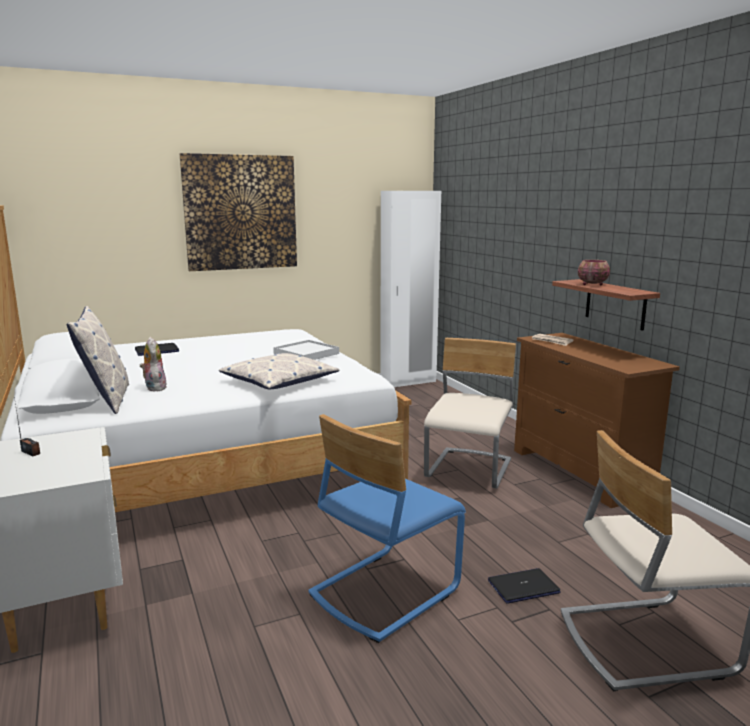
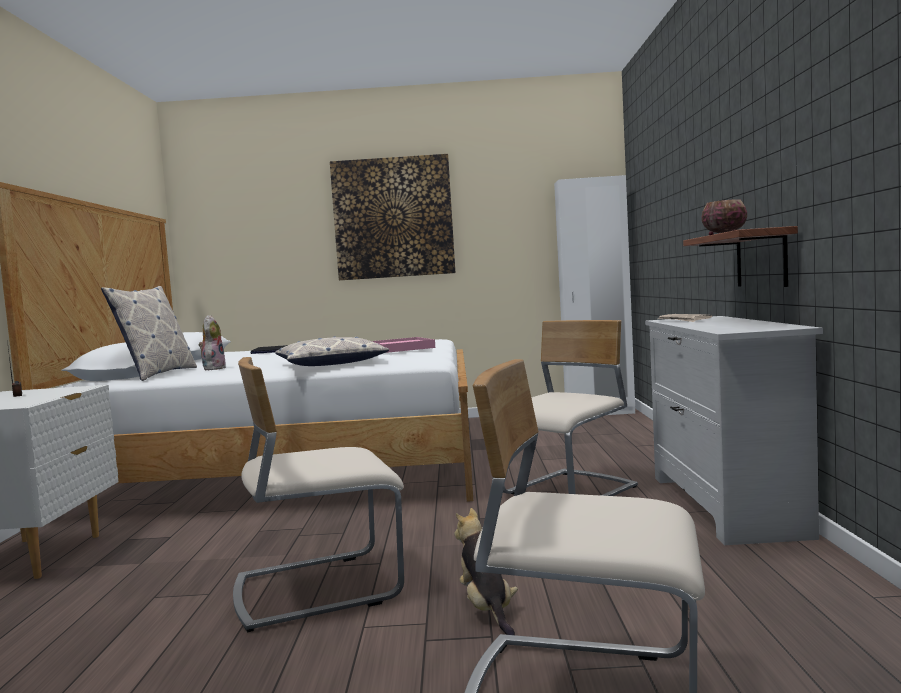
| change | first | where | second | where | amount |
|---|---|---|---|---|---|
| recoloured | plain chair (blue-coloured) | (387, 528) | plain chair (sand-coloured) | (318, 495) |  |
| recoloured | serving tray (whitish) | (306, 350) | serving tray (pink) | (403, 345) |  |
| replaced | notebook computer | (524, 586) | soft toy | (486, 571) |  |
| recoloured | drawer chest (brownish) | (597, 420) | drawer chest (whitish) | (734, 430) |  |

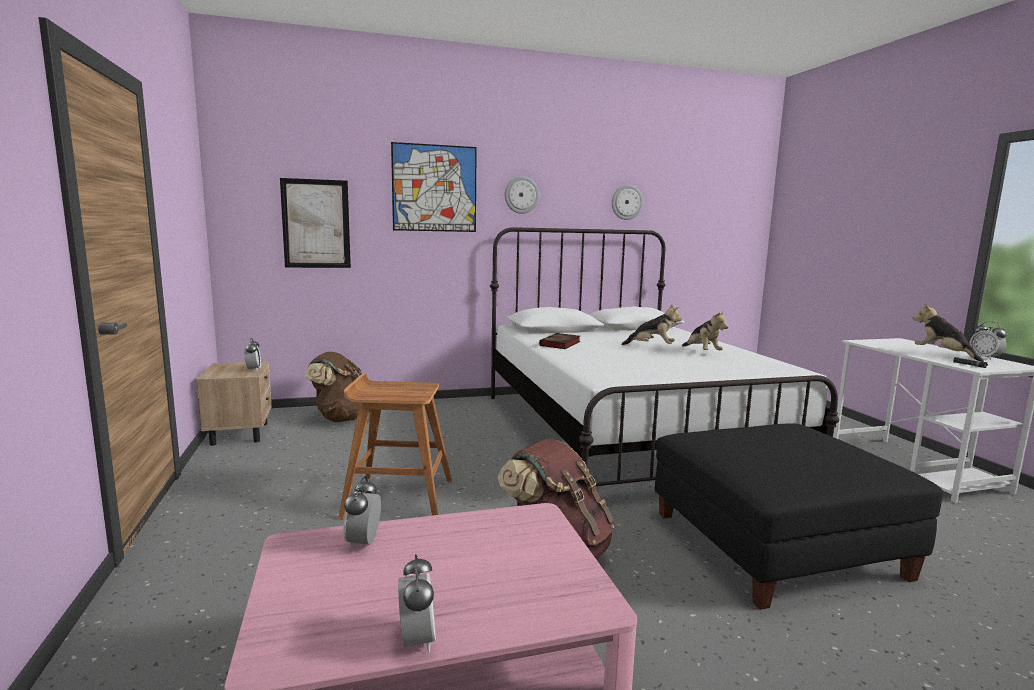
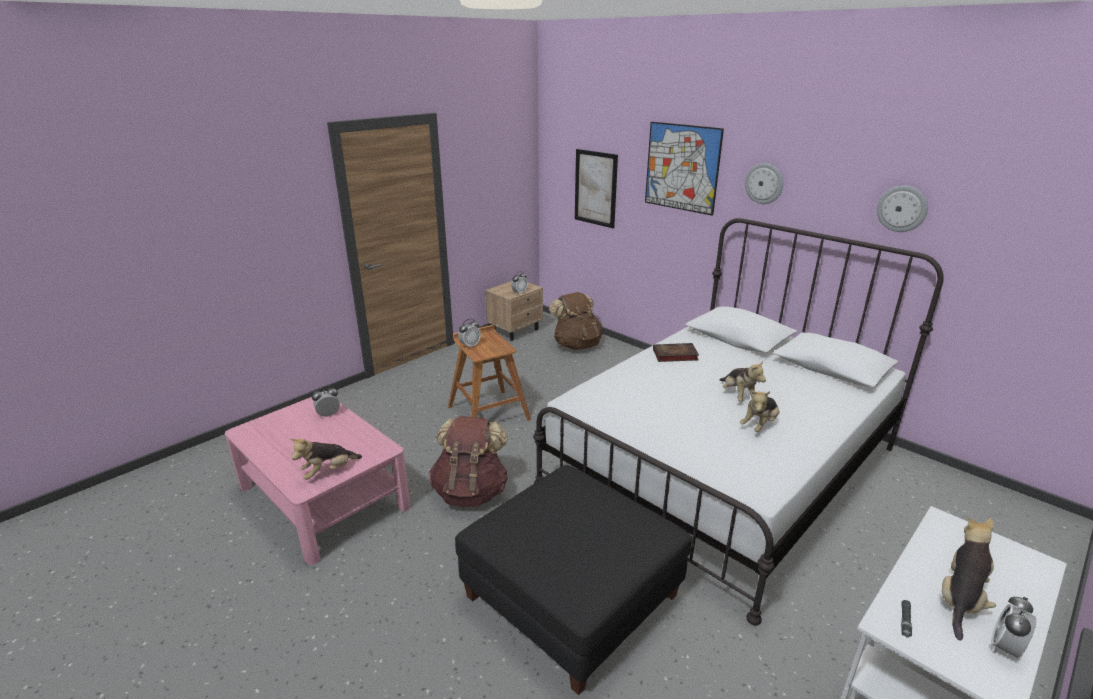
| change | first | where | second | where | amount |
|---|---|---|---|---|---|
| added |  |  | soft toy | (326, 459) |  |
| moved | bedside clock | (417, 603) |  | (469, 333) |  |

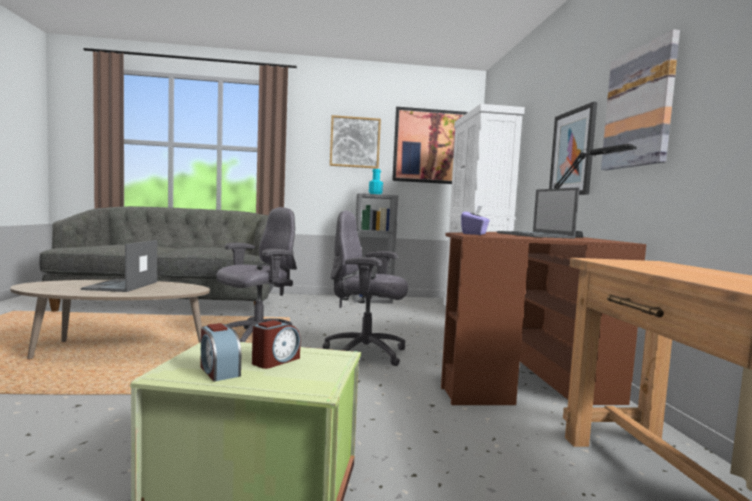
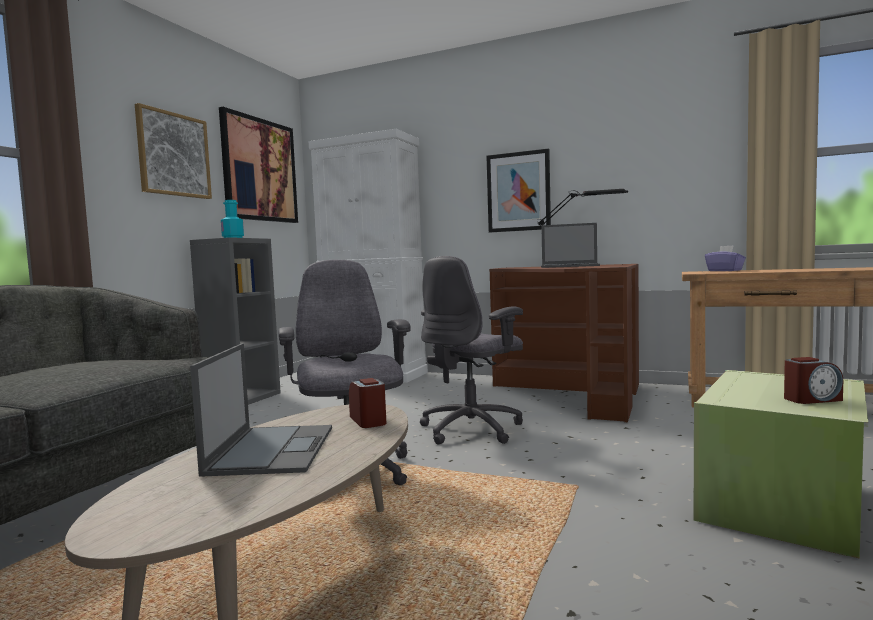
| change | first | where | second | where | amount |
|---|---|---|---|---|---|
| turned | notebook computer | (119, 266) |  | (261, 410) | 120 degrees counterclockwise |
| moved | bedside clock | (276, 344) |  | (367, 403) |  |
| moved | tissue box (purple) | (475, 220) |  | (725, 258) |  |
| removed | picture | (640, 99) |  |  |  |

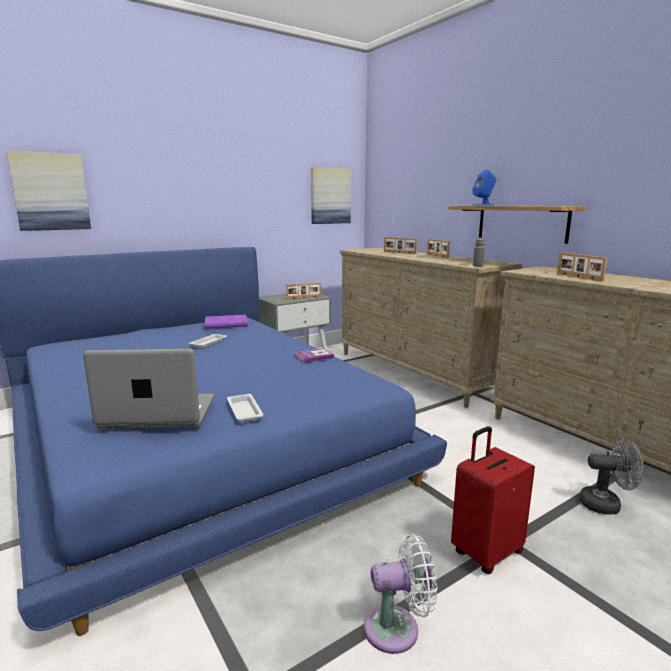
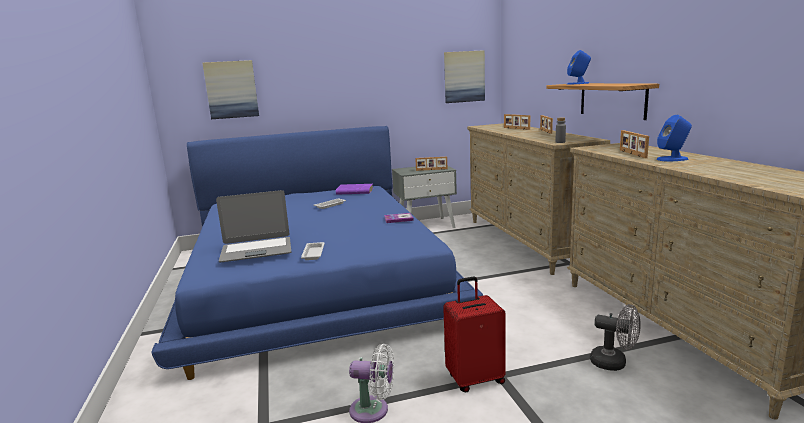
| change | first | where | second | where | amount |
|---|---|---|---|---|---|
| turned | notebook computer | (148, 389) |  | (253, 226) | 150 degrees clockwise |
| added |  |  | speaker (blue-coloured) | (674, 138) |  |

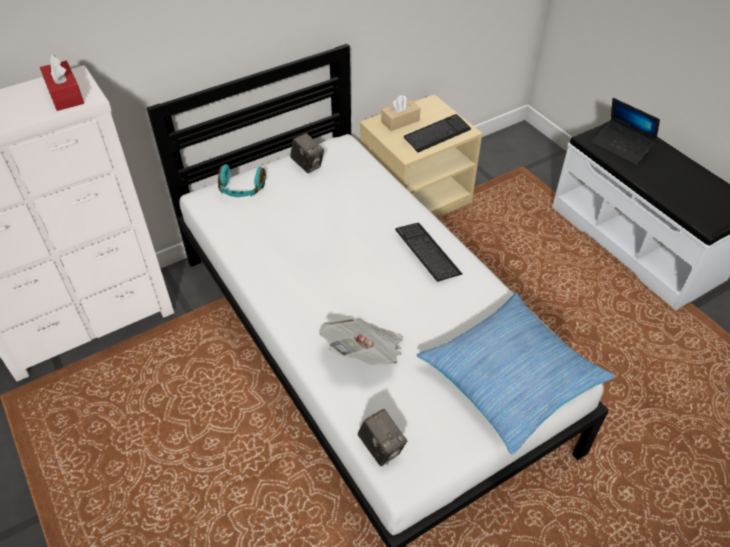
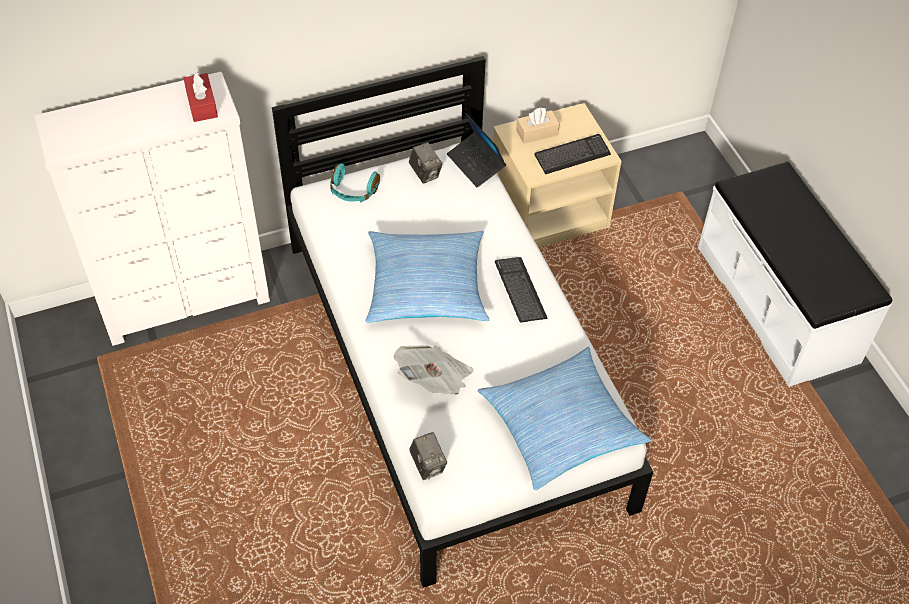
| change | first | where | second | where | amount |
|---|---|---|---|---|---|
| added |  |  | pillow | (427, 277) |  |
| moved | notebook computer | (625, 131) |  | (476, 150) |  |

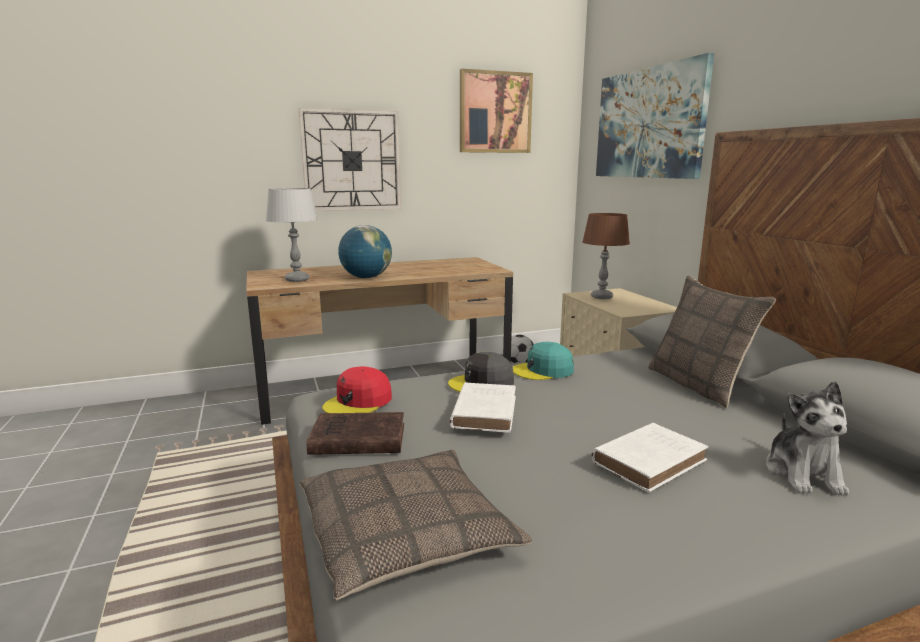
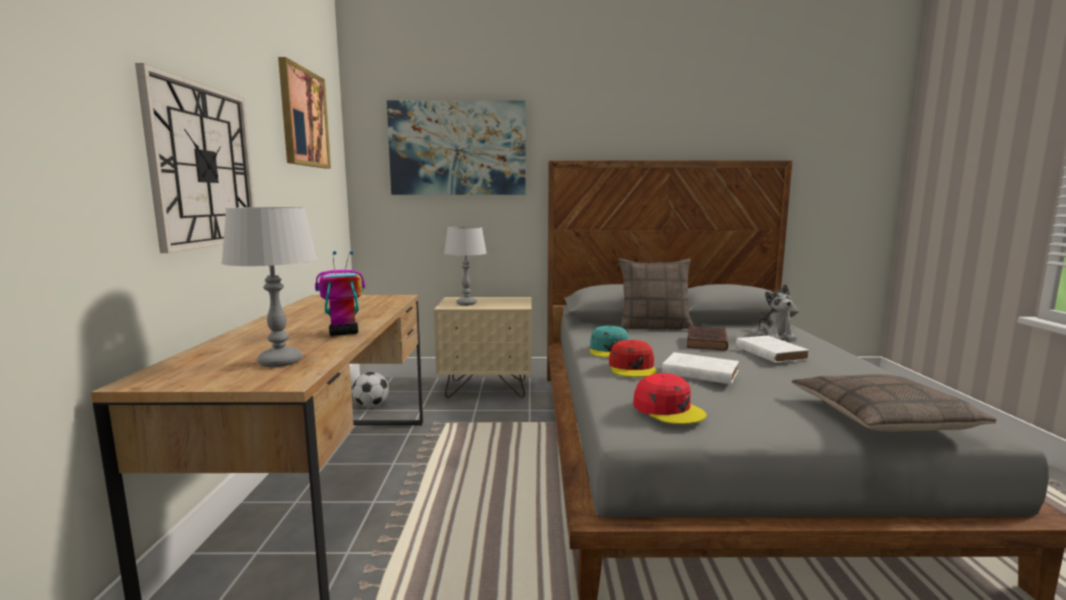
| change | first | where | second | where | amount |
|---|---|---|---|---|---|
| replaced | world globe | (365, 251) | model robot | (340, 293) |  |
| recoloured | lamp for a table (brownish) | (606, 256) | lamp for a table (grey) | (465, 266) |  |
| recoloured | baseball cap (grey) | (481, 372) | baseball cap (red-coloured) | (633, 358) |  |
| moved | volume (brownish) | (355, 433) |  | (707, 338) |  |
| turned | soft toy | (807, 438) |  | (777, 312) | 60 degrees clockwise |

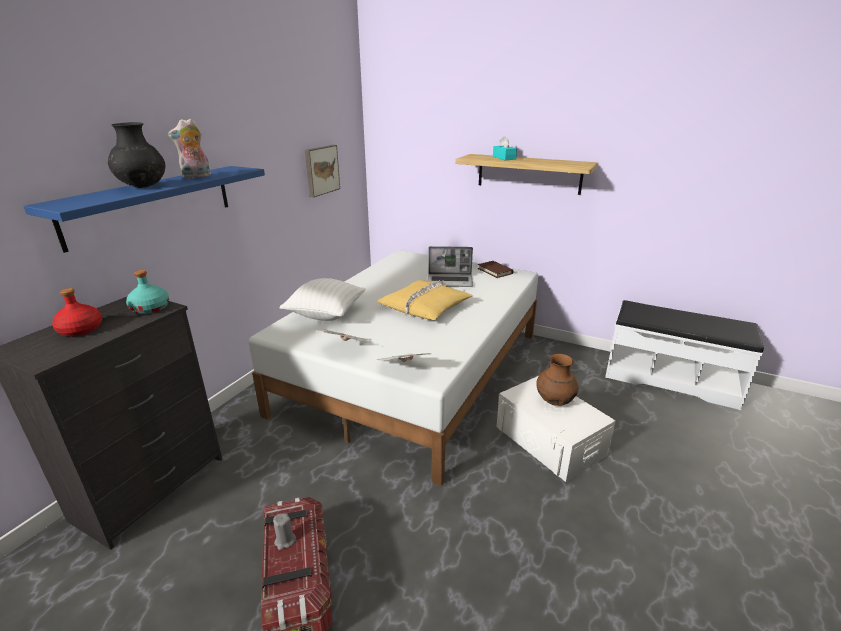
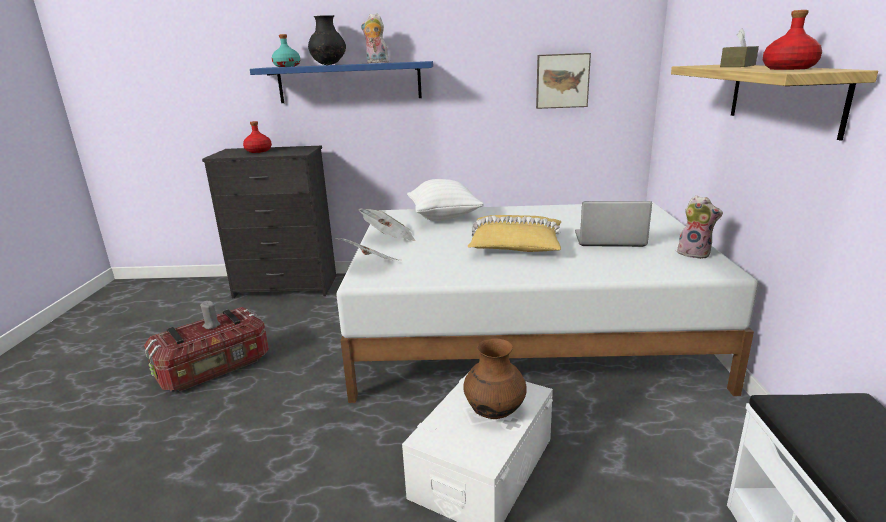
| change | first | where | second | where | amount |
|---|---|---|---|---|---|
| moved | beverage bottle (blue-green) | (147, 292) |  | (286, 50) |  |
| turned | notebook computer | (450, 266) |  | (613, 224) | 120 degrees clockwise |
| replaced | volume (brownish) | (495, 269) | soft toy | (700, 227) |  |
| recoloured | tissue box (blue-green) | (505, 148) | tissue box (brownish) | (739, 47) |  |
| added |  |  | beverage bottle (red-coloured) | (792, 40) |  |

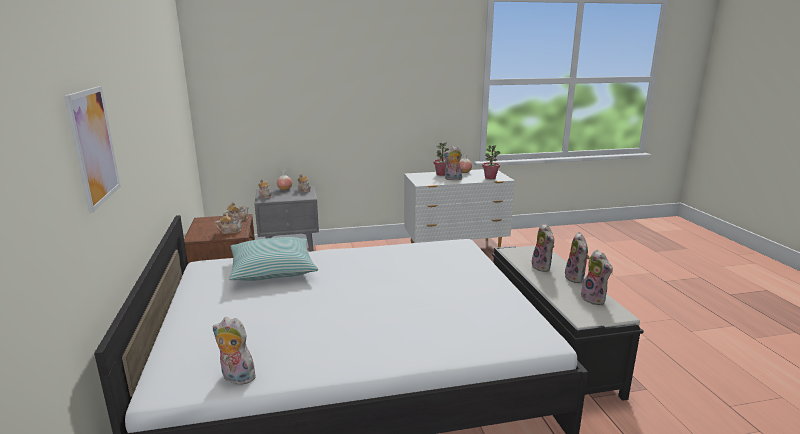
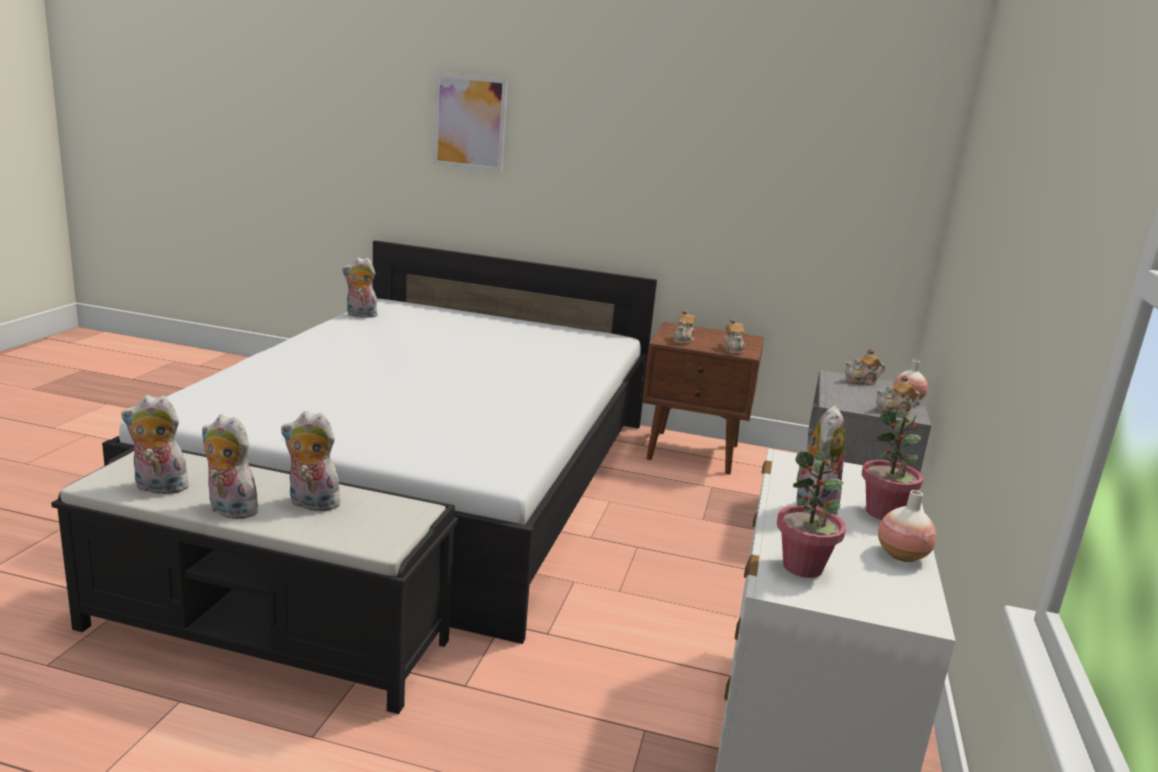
| change | first | where | second | where | amount |
|---|---|---|---|---|---|
| turned | soft toy | (234, 351) |  | (360, 287) | 135 degrees counterclockwise |
| removed | pillow | (273, 259) |  |  |  |

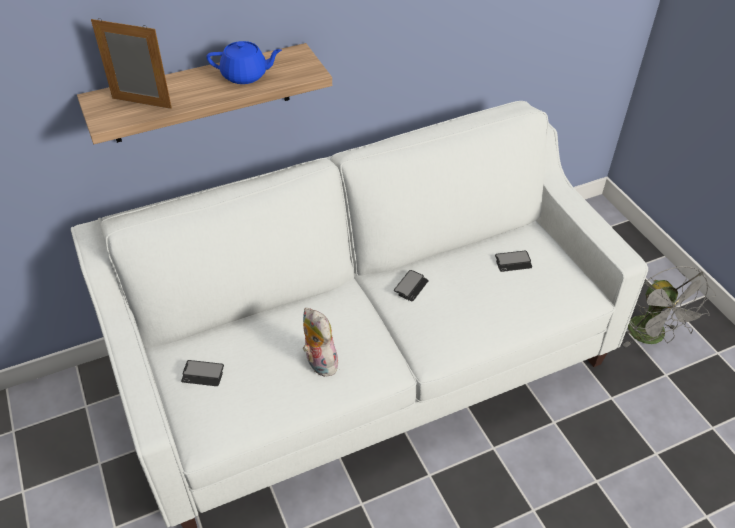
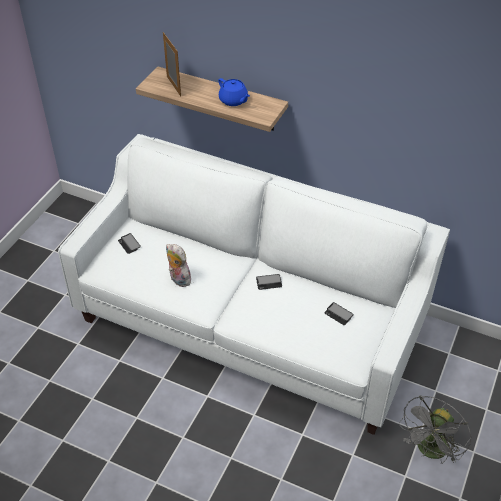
| change | first | where | second | where | amount |
|---|---|---|---|---|---|
| turned | soft toy | (320, 342) |  | (178, 265) | 60 degrees counterclockwise |

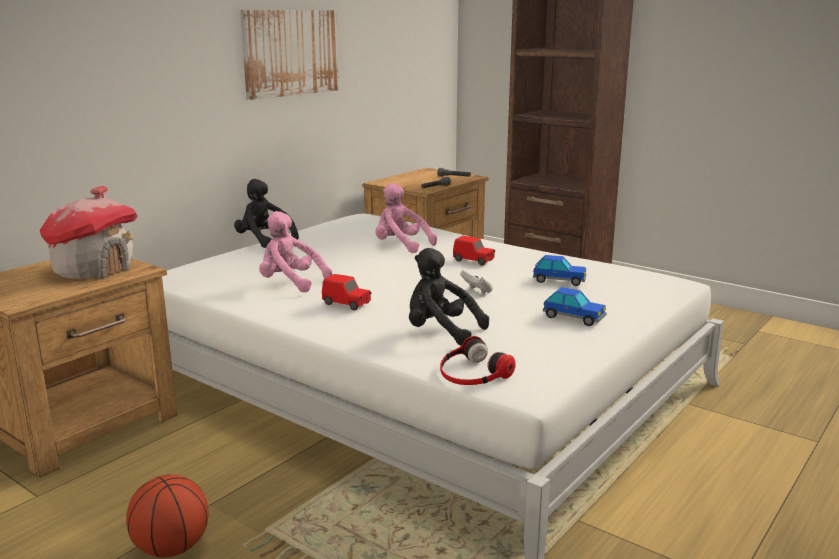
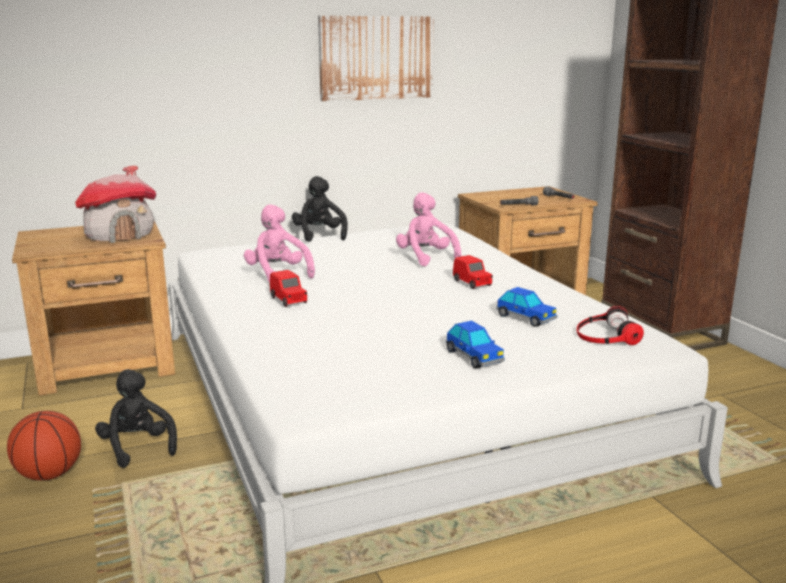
| change | first | where | second | where | amount |
|---|---|---|---|---|---|
| moved | soft toy (black-coloured) | (449, 296) |  | (136, 418) |  |
| moved | headphones | (478, 360) |  | (610, 325) |  |
| removed | game controller (whitish) | (476, 281) |  |  |  |

